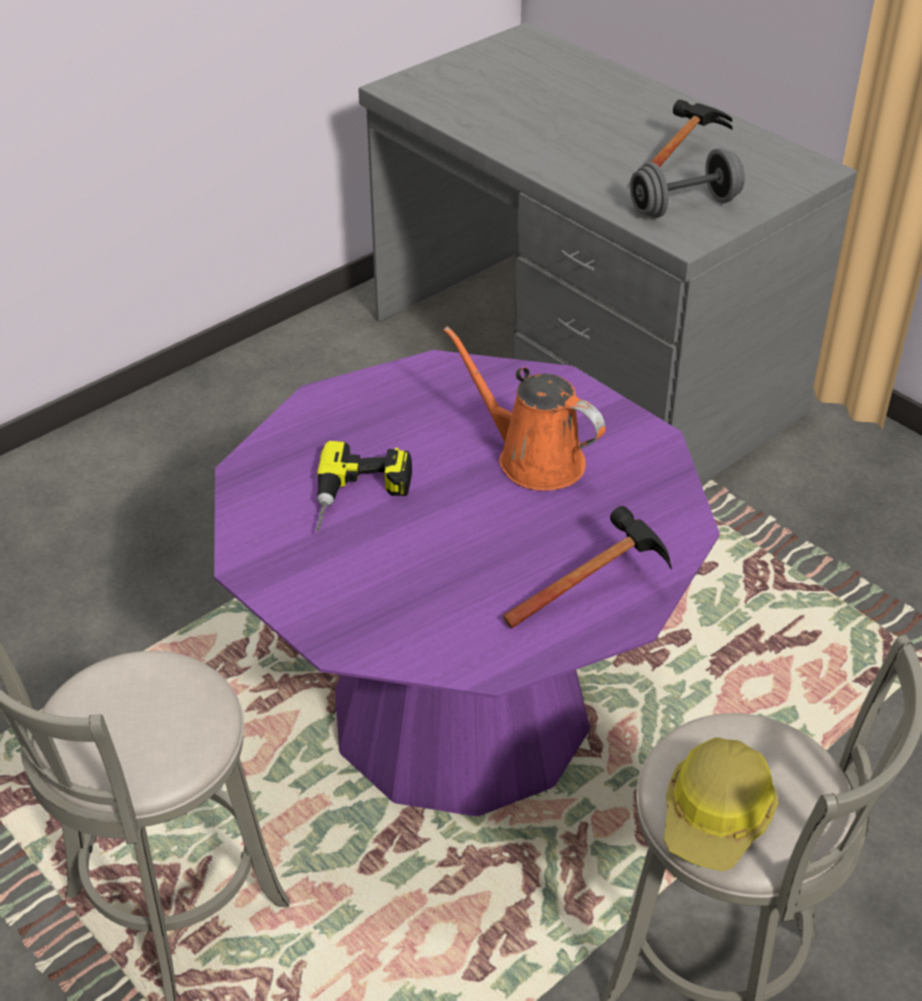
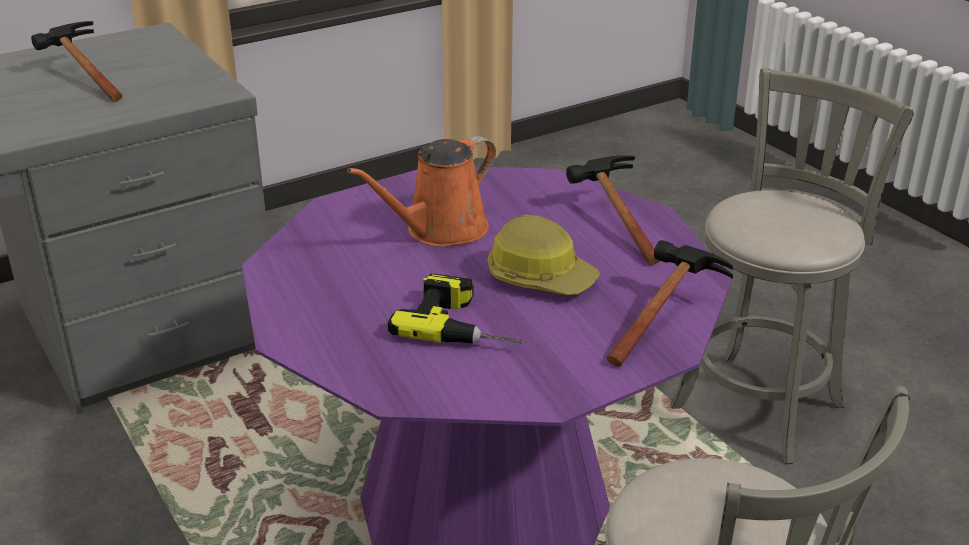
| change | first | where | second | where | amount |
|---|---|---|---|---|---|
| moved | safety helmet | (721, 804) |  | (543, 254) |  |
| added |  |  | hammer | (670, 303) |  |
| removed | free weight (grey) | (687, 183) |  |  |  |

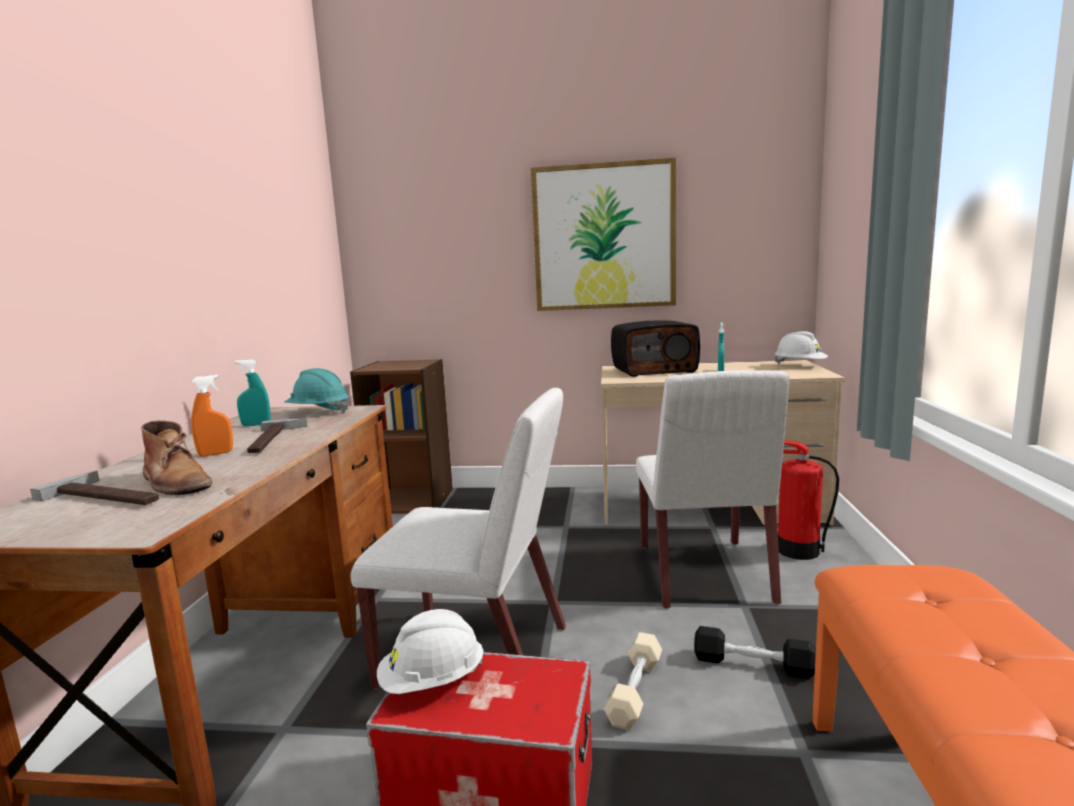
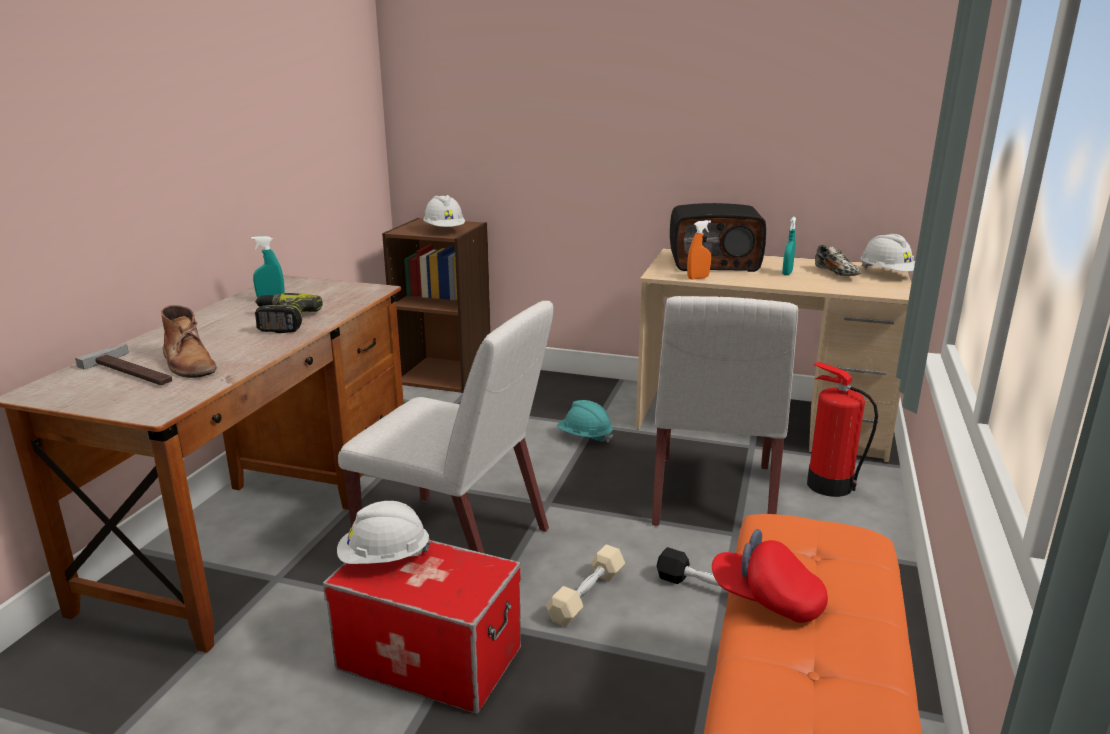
| change | first | where | second | where | amount |
|---|---|---|---|---|---|
| replaced | hammer | (277, 435) | drill | (289, 313) |  |
| added |  |  | safety helmet (whitish) | (444, 211) |  |
| moved | safety helmet (blue-green) | (316, 390) |  | (585, 421) |  |
| moved | hand sprayer (orangey) | (212, 416) |  | (699, 249) |  |
| added |  |  | baseball cap (red-coloured) | (770, 576) |  |
| added |  |  | low shoe | (838, 260) |  |
| removed | picture | (603, 234) |  |  |  |

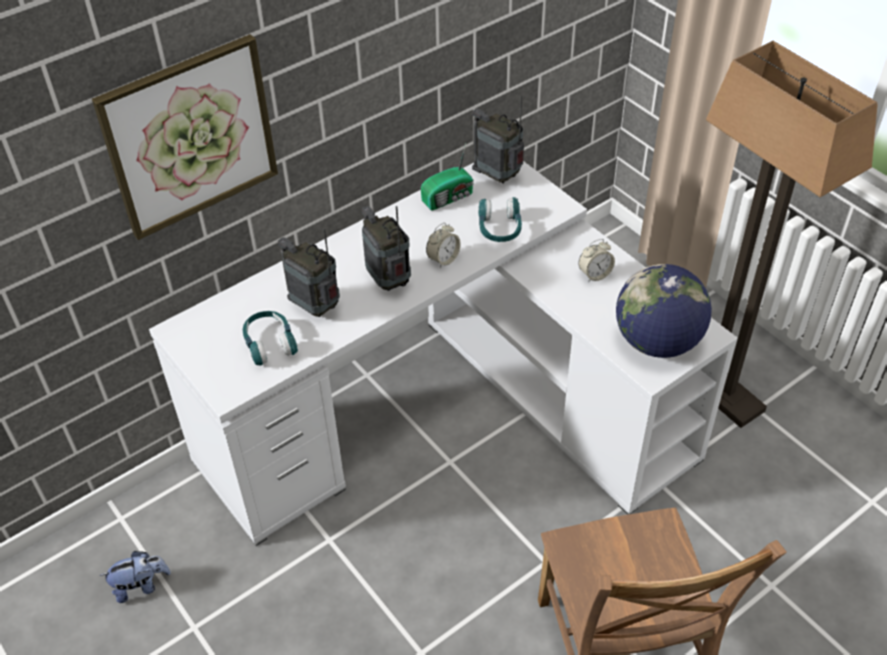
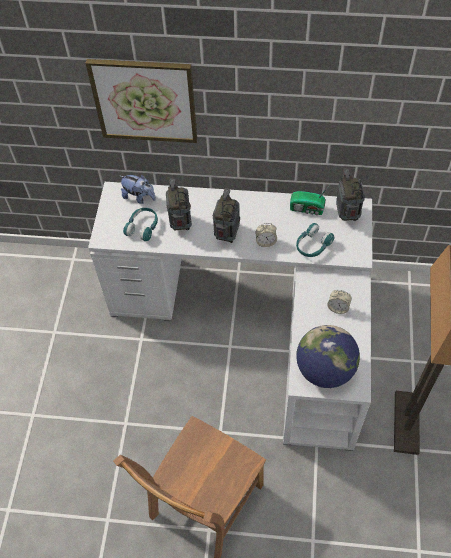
| change | first | where | second | where | amount |
|---|---|---|---|---|---|
| moved | soft toy | (135, 577) |  | (138, 189) |  |

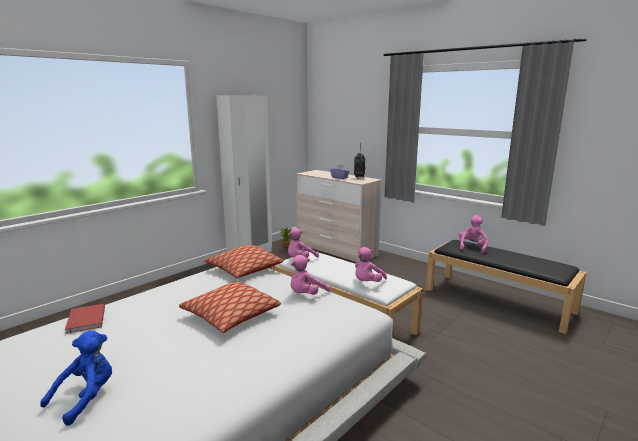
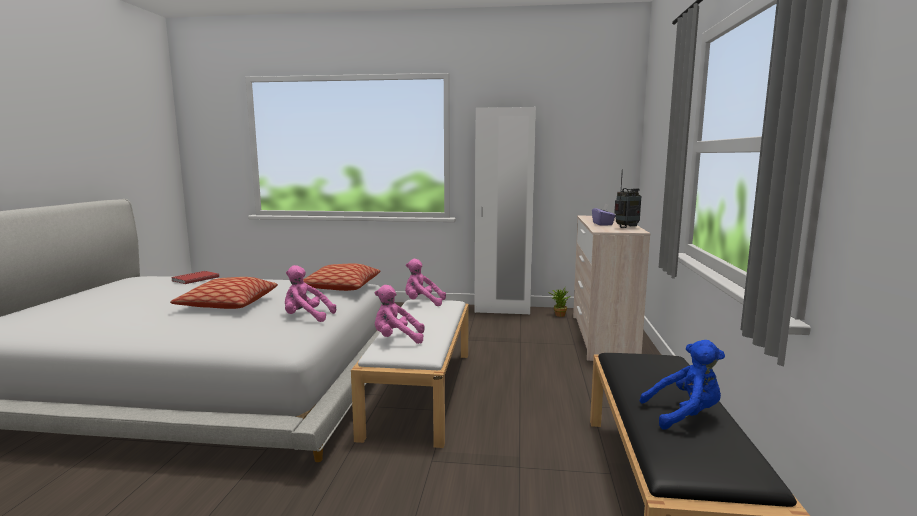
| change | first | where | second | where | amount |
|---|---|---|---|---|---|
| moved | soft toy (blue-coloured) | (76, 378) |  | (682, 385) |  |
| removed | soft toy (pink) | (473, 234) |  |  |  |

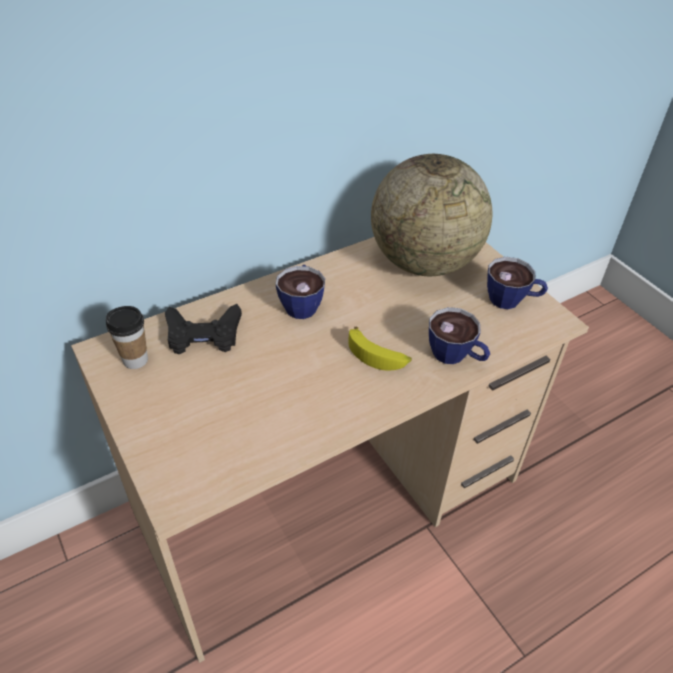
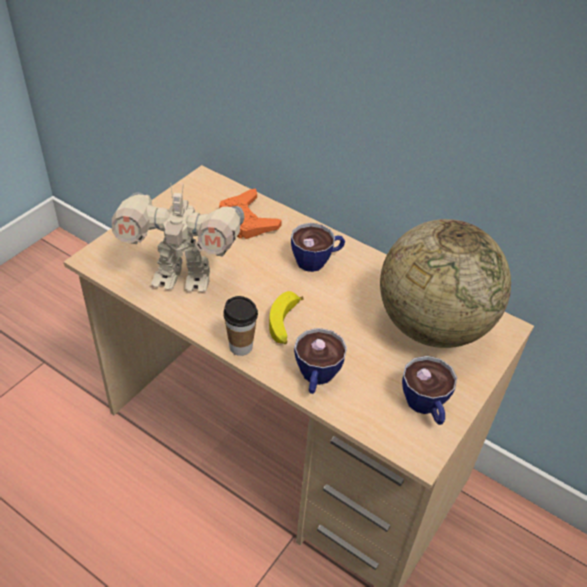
| change | first | where | second | where | amount |
|---|---|---|---|---|---|
| added |  |  | model robot | (178, 237) |  |
| recoloured | game controller (black-coloured) | (203, 329) | game controller (orangey) | (250, 213) |  |
| moved | cup | (127, 337) |  | (241, 326) |  |

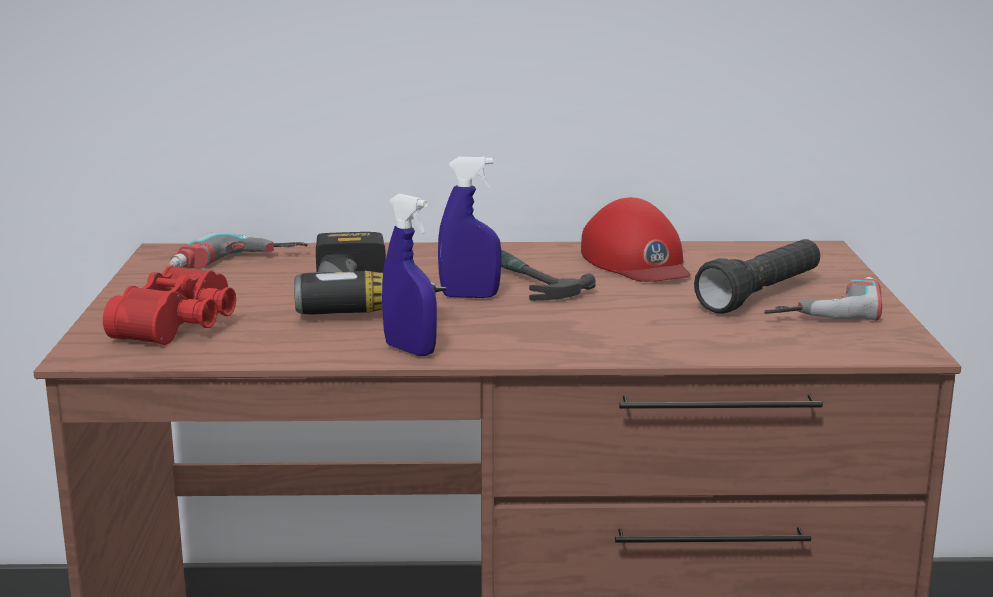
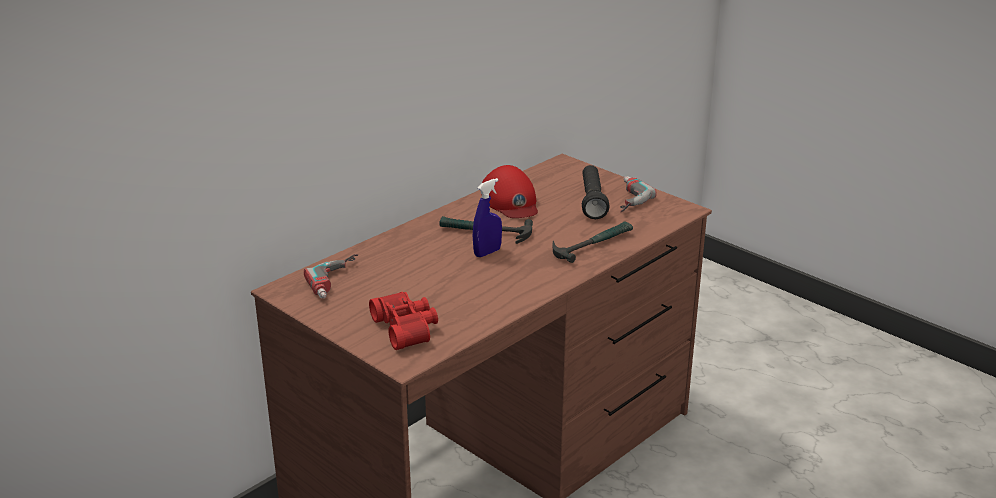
| change | first | where | second | where | amount |
|---|---|---|---|---|---|
| turned | baseball cap (red-coloured) | (636, 239) |  | (509, 191) | 45 degrees clockwise |
| added |  |  | hammer | (592, 242) |  |
| removed | drill | (370, 273) |  |  |  |
| removed | hand sprayer (blue-coloured) | (409, 275) |  |  |  |

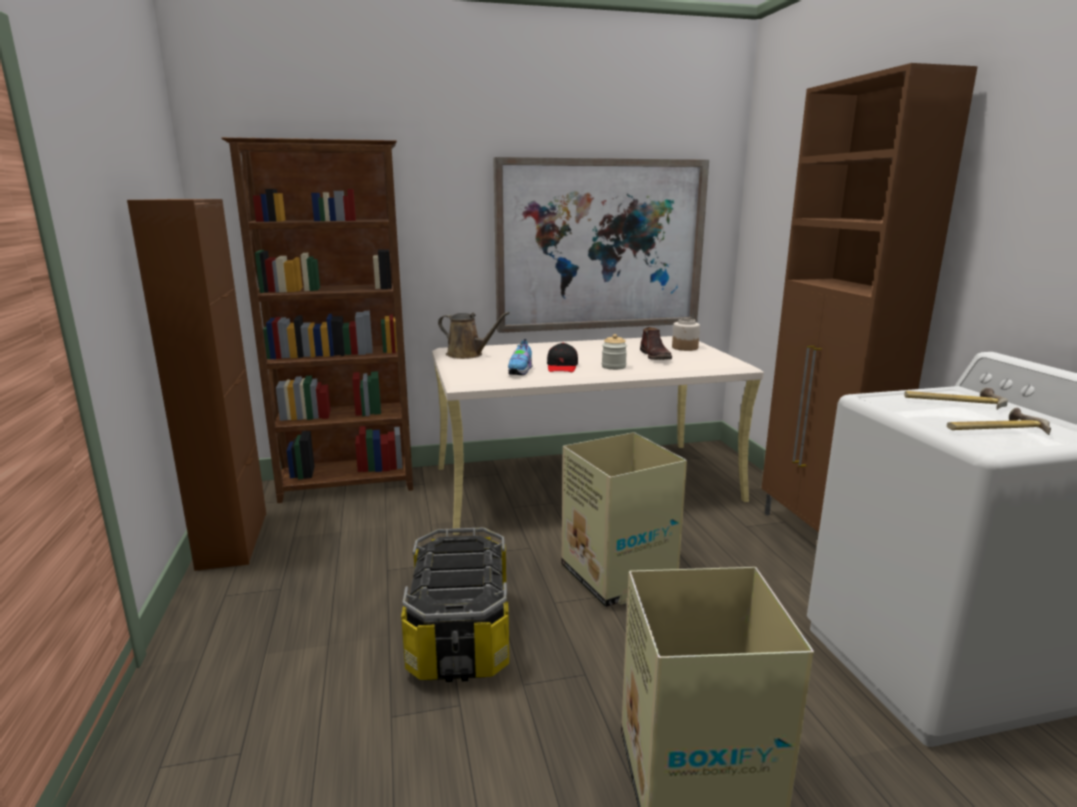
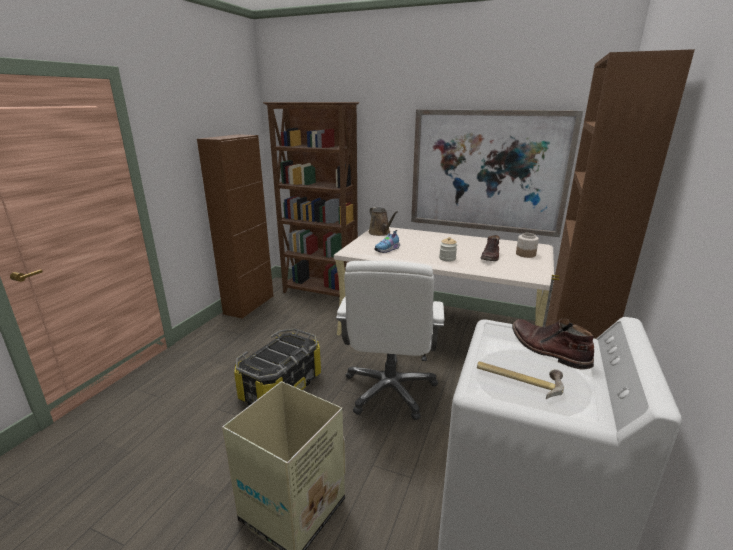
| change | first | where | second | where | amount |
|---|---|---|---|---|---|
| replaced | cardboard box | (624, 519) | computer chair (whitish) | (390, 340) |  |
| replaced | hammer | (956, 398) | tall boot (brownish) | (553, 344) |  |
| removed | baseball cap (black-coloured) | (562, 357) |  |  |  |

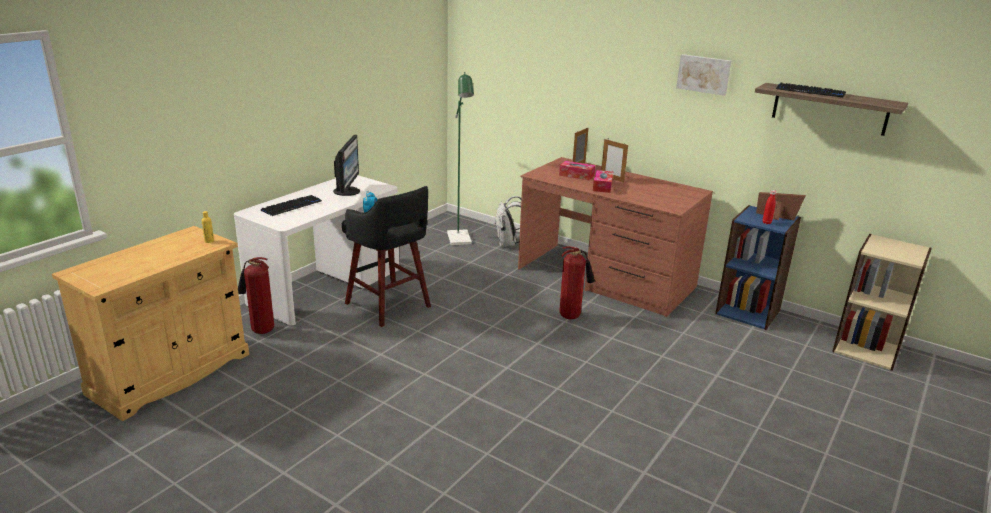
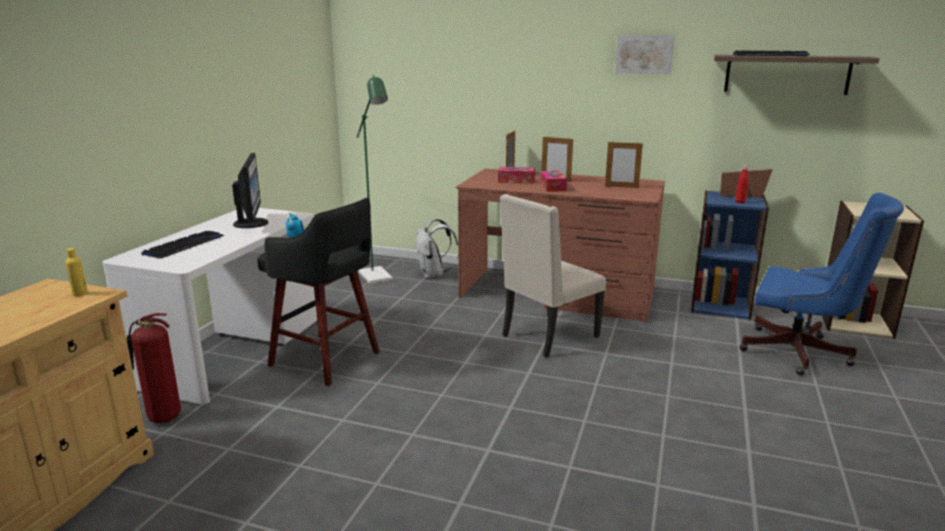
| change | first | where | second | where | amount |
|---|---|---|---|---|---|
| replaced | extinguisher | (577, 282) | plain chair (sand-coloured) | (553, 276) |  |
| added |  |  | picture frame | (624, 165) |  |
| added |  |  | computer chair (blue-coloured) | (821, 284) |  |

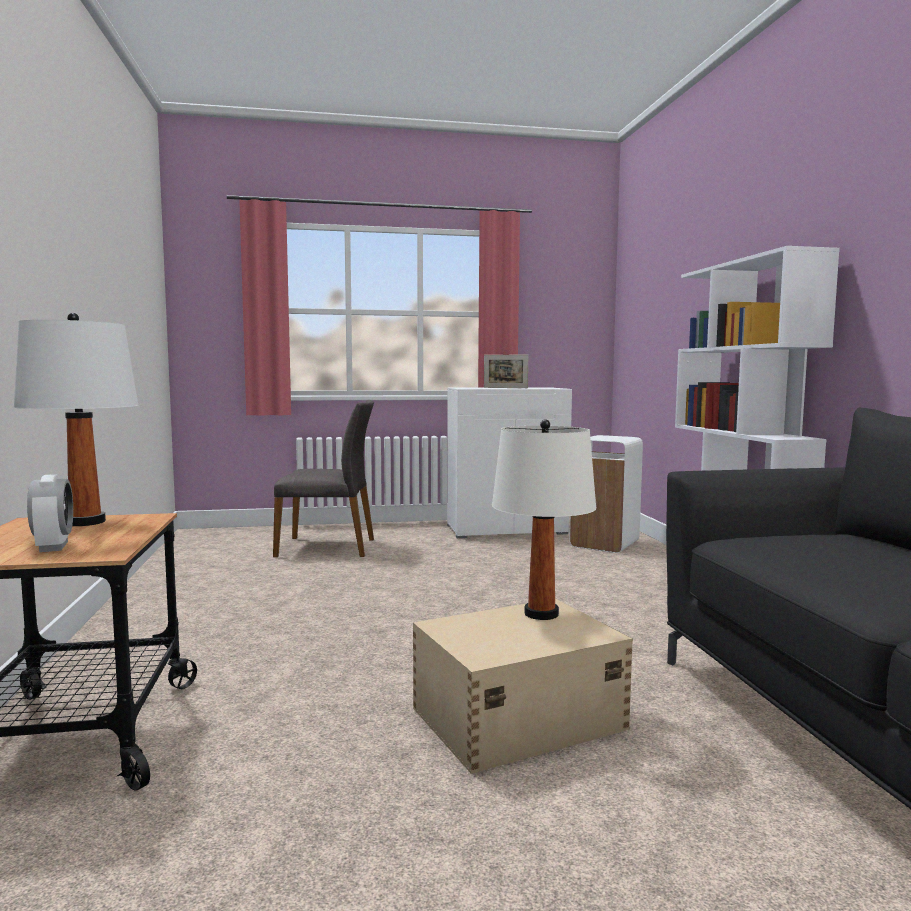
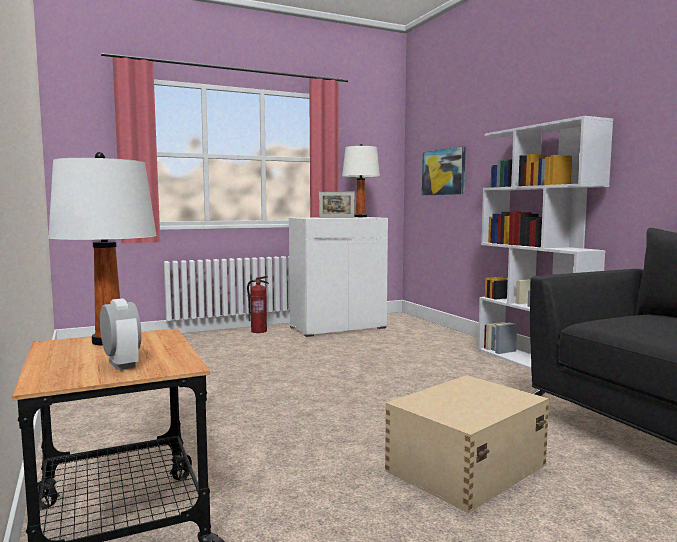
| change | first | where | second | where | amount |
|---|---|---|---|---|---|
| added |  |  | extinguisher | (258, 304) |  |
| moved | lamp for a table (whitish) | (544, 519) |  | (361, 180) |  |
| added |  |  | picture | (444, 170) |  |
| removed | plain chair (grey) | (323, 478) |  |  |  |
| removed | waste bin (whitish) | (606, 494) |  |  |  |

